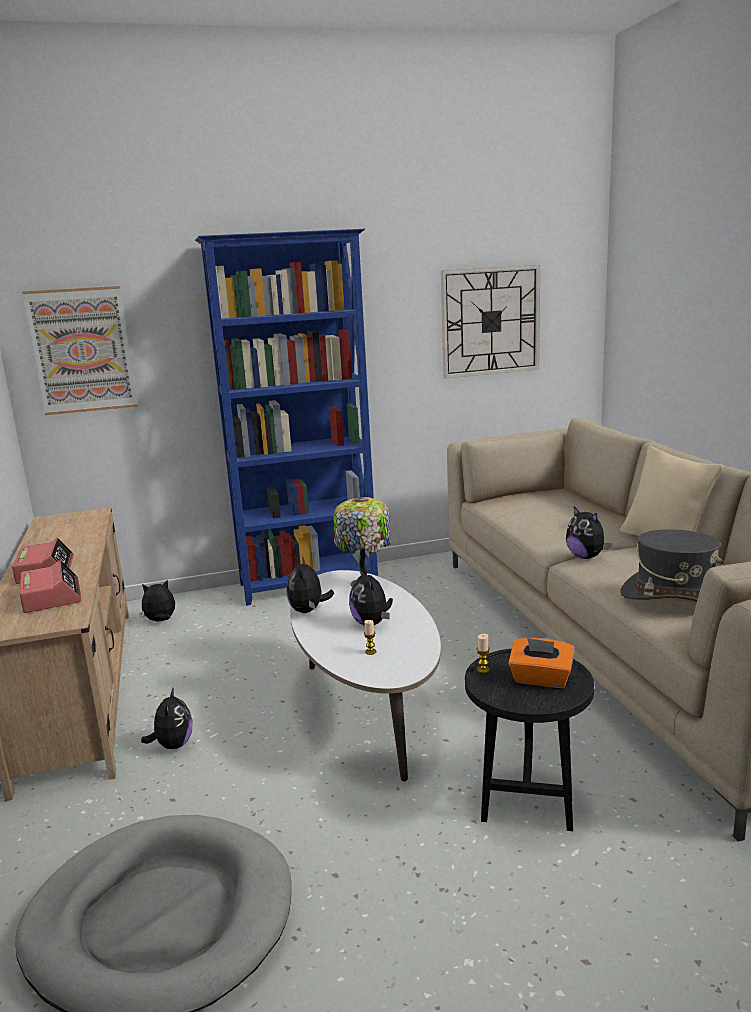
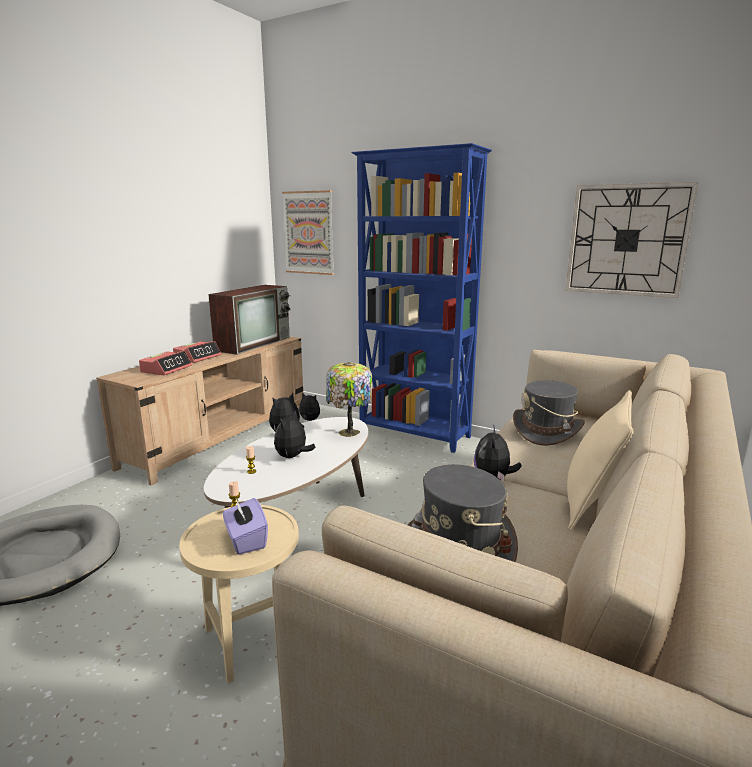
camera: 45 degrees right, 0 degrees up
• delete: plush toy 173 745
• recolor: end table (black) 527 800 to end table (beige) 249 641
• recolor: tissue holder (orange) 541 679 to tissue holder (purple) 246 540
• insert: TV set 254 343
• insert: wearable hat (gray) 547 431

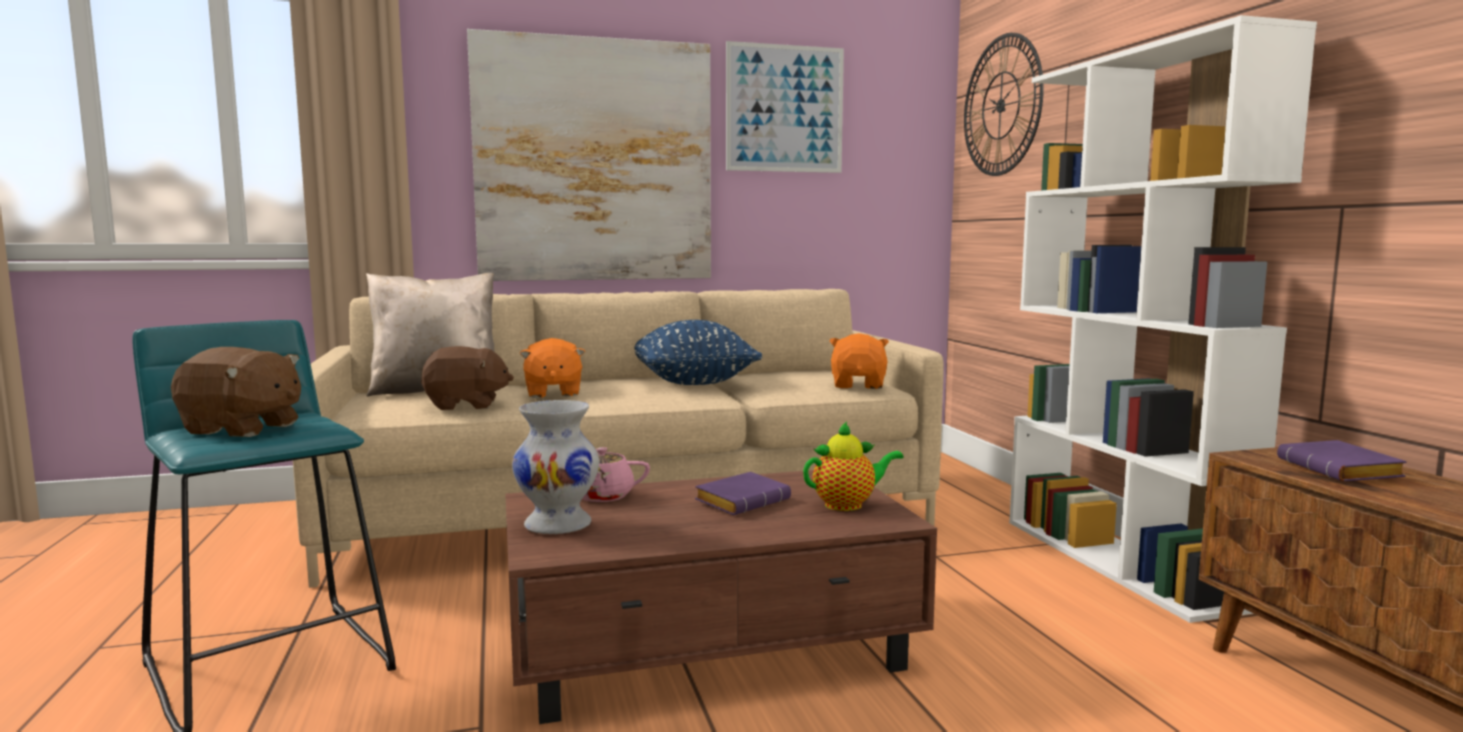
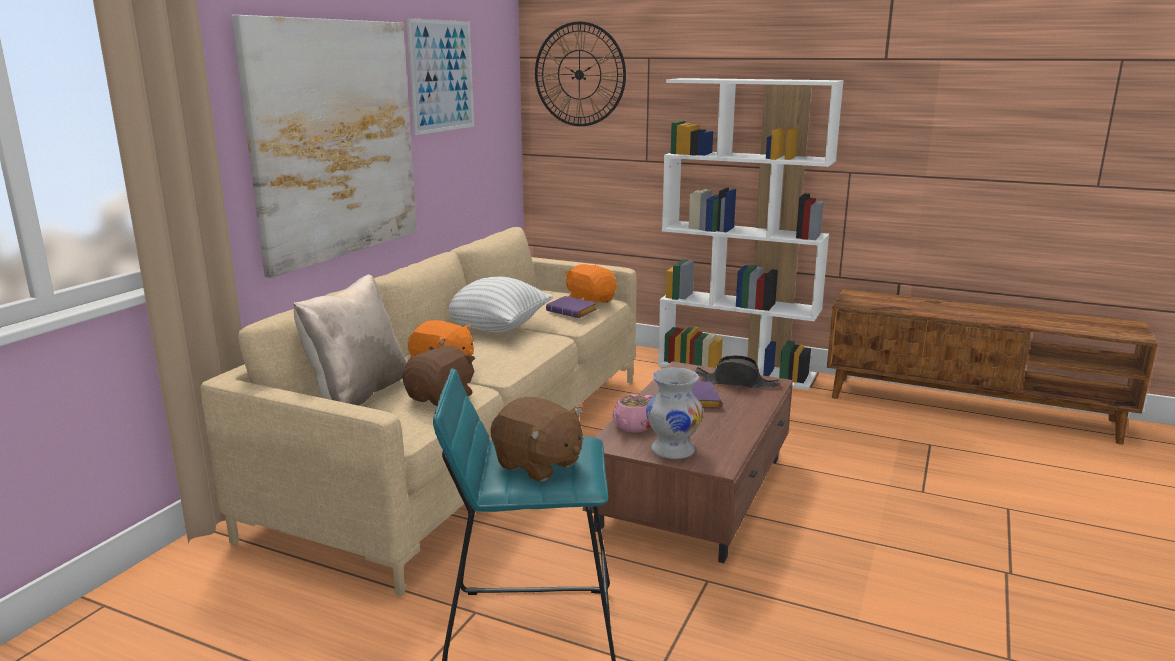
camera: 50 degrees left, 10 degrees up
• rotate: plush toy (brownish) 242 429 = 538 464 75 degrees clockwise
• recolor: throw pillow (blue-coloured) 692 382 to throw pillow (whitish) 495 327
• replace: tea pot 848 505 to wearable hat (black) 737 382
• move: volume (purple) 1342 471 to 573 311

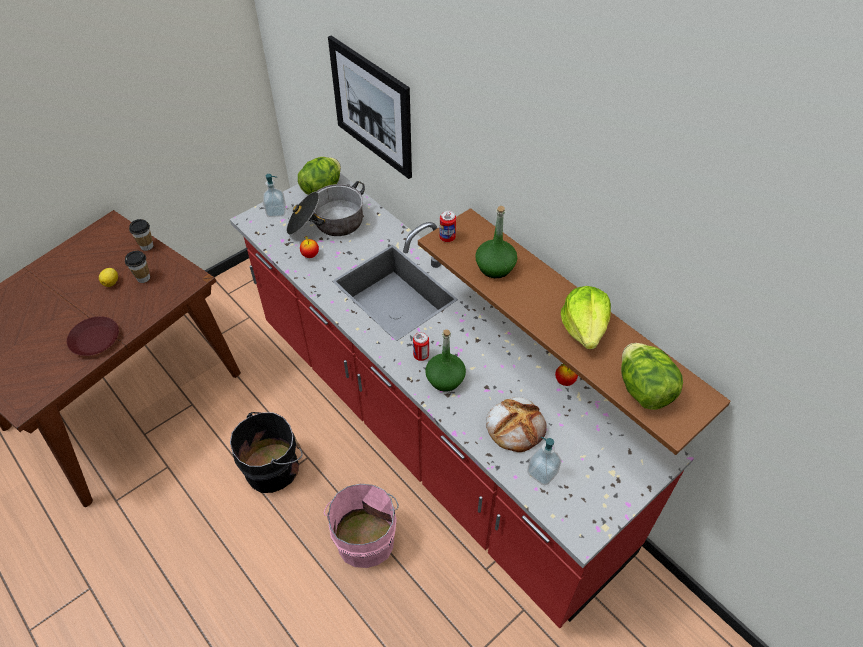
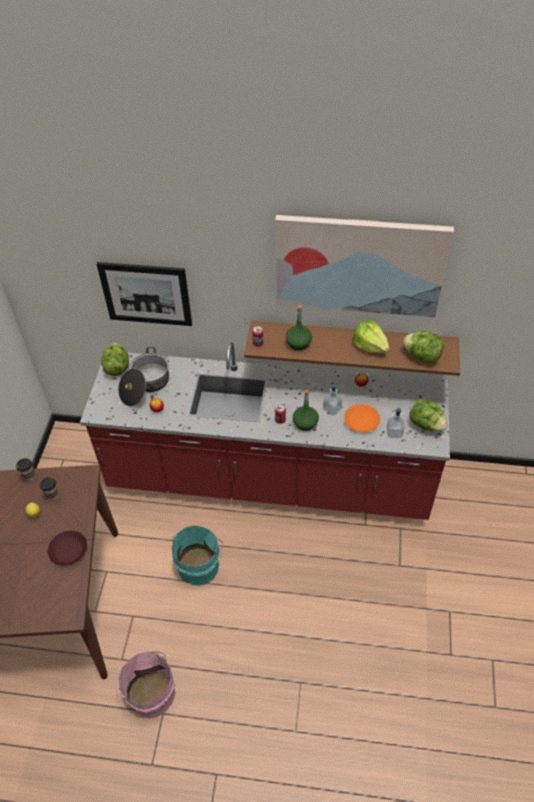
camera: 40 degrees left, 0 degrees up
• recolor: pail (black) 274 467 to pail (turquoise) 199 564
• move: soap dispenser 276 211 to 332 409
• move: pail (pinkish) 365 537 to 150 692
• replace: baked bread 515 426 to plate (orange) 361 421
• insert: picture 359 265
• insert: lettuce head 426 424

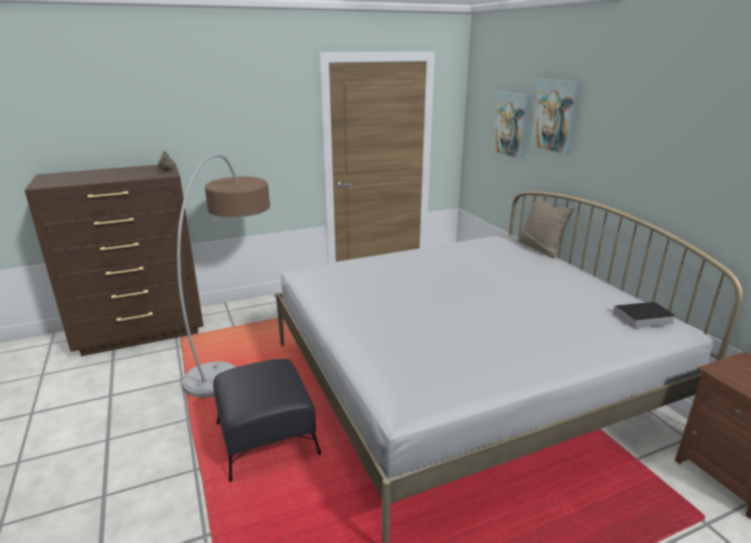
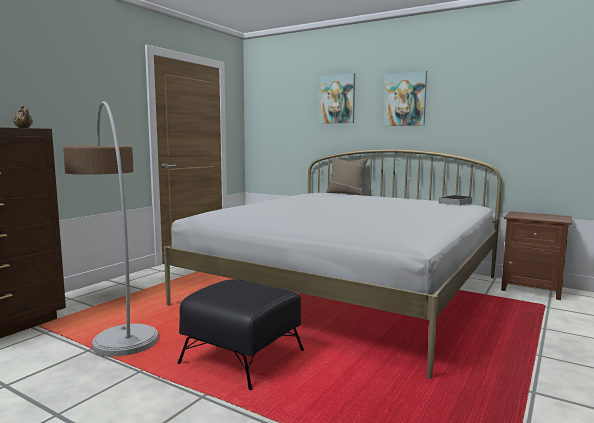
camera: 35 degrees left, 15 degrees down
• move: picture 511 124 to 405 99

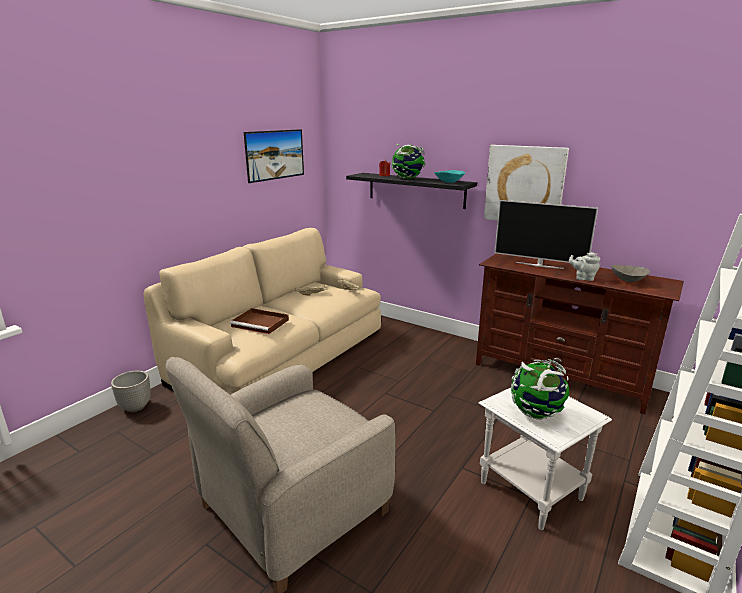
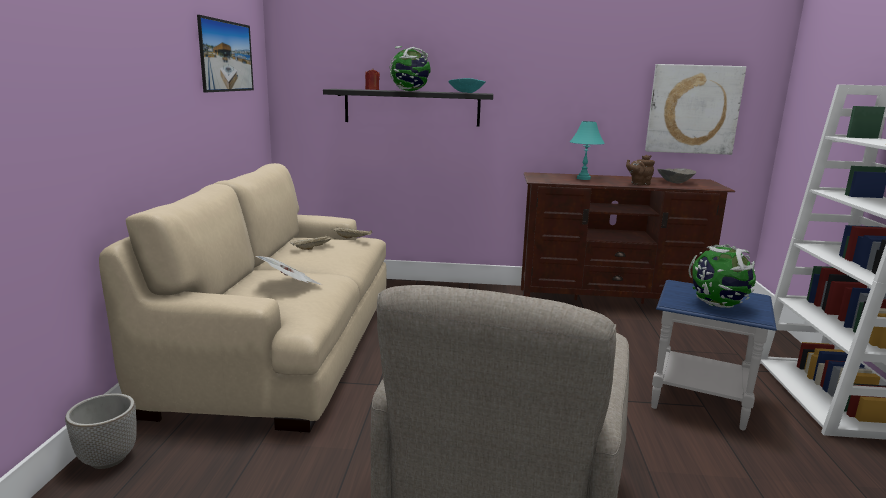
camera: 30 degrees left, 5 degrees down
• replace: tray (brownish) 261 323 to newspaper 290 286
• recolor: end table (whitish) 532 491 to end table (blue-coloured) 700 401
• move: picture 524 185 to 693 109
• replace: TV set 539 265 to lamp for a table (turquoise) 583 178
• recolor: tea pot (gray) 583 278 to tea pot (brownish) 639 184

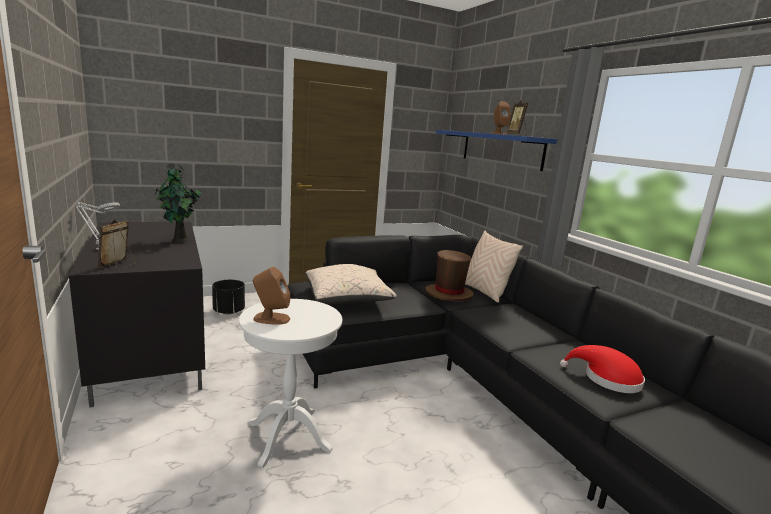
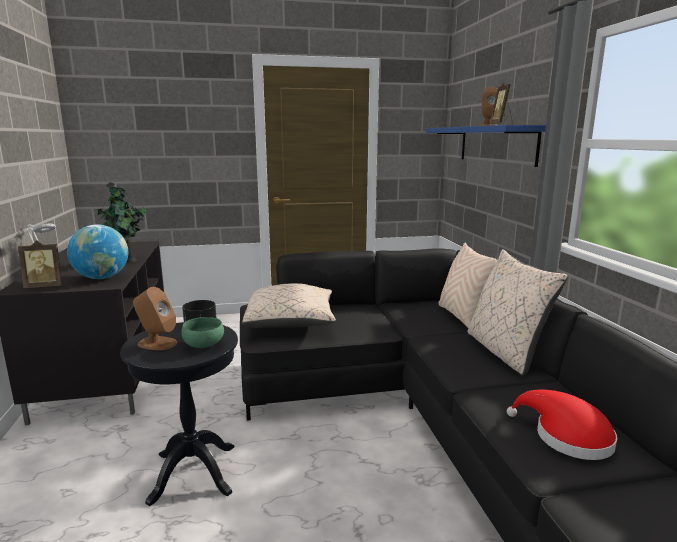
camera: 15 degrees right, 0 degrees up
• rotate: standing frame 119 266 = 45 286 135 degrees counterclockwise
• recolor: end table (whitish) 288 436 to end table (black) 193 473
• delete: wearable hat (brownish) 448 294
• insert: desk globe 102 278
• insert: deep dish (greenish) 205 345
• insert: throw pillow (beige) 505 352

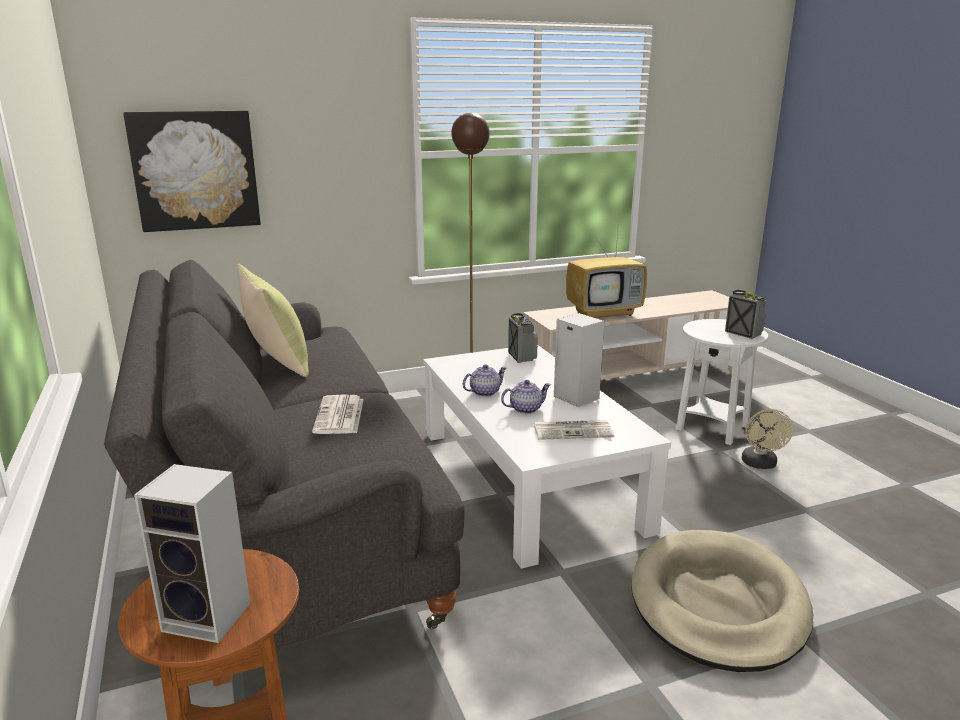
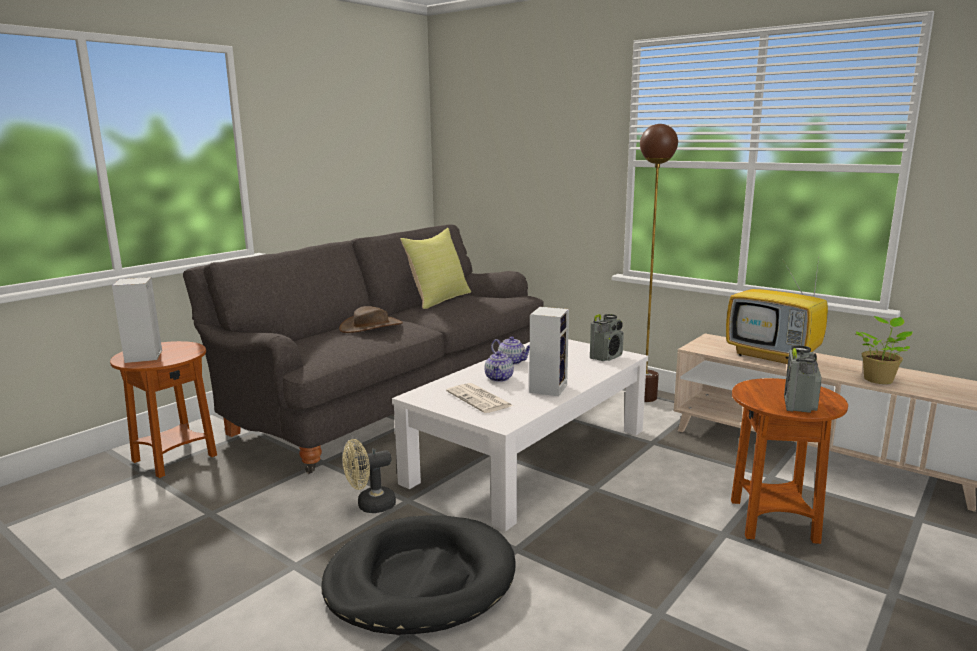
camera: 60 degrees right, 5 degrees down
• delete: picture 195 170
• replace: newspaper 339 416 to wearable hat (brownish) 371 326
• rotate: tea pot 526 409 = 499 378 60 degrees clockwise
• recolor: dog cushion (beige) 717 604 to dog cushion (black) 420 580
• recolor: end table (whitish) 712 428 to end table (brownish) 773 522
• move: electric fan (beige) 760 464 to 370 506
• insert: plant in a pot 879 379

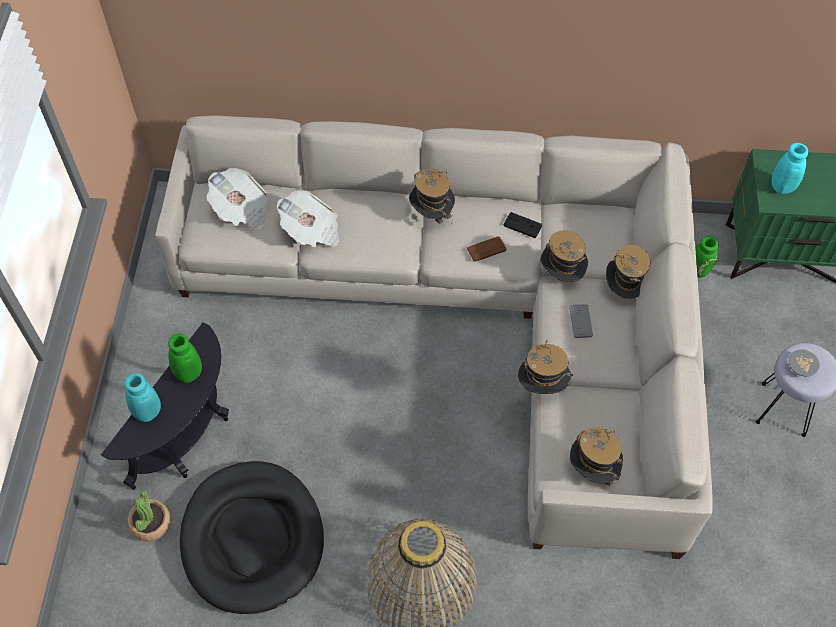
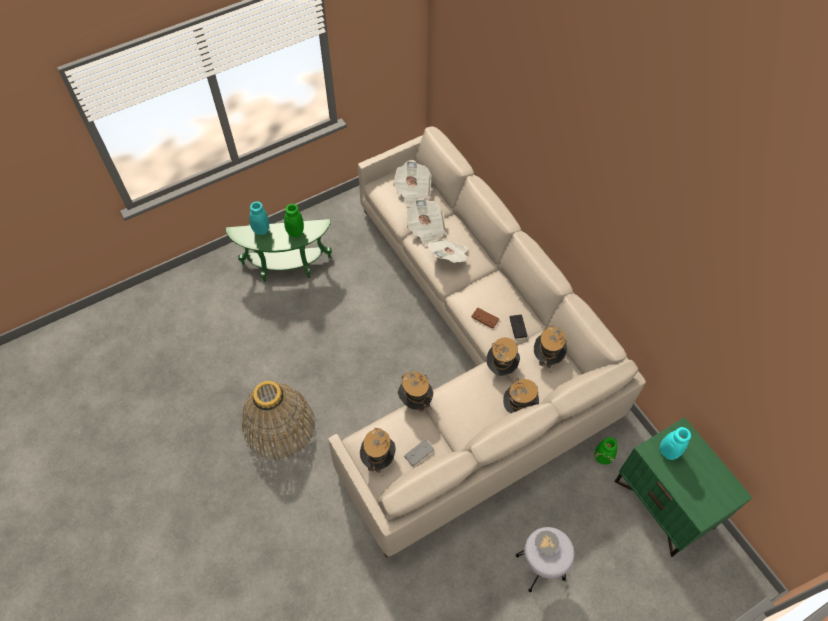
camera: 55 degrees right, 0 degrees up
• recolor: end table (black) 189 438 to end table (greenish) 286 268
• delete: plant in a pot 150 523
• delete: dog cushion (black) 252 539
• move: wearable hat 431 214 to 547 357
• move: joypad (gray) 580 321 to 419 453
• insert: newspaper 449 257

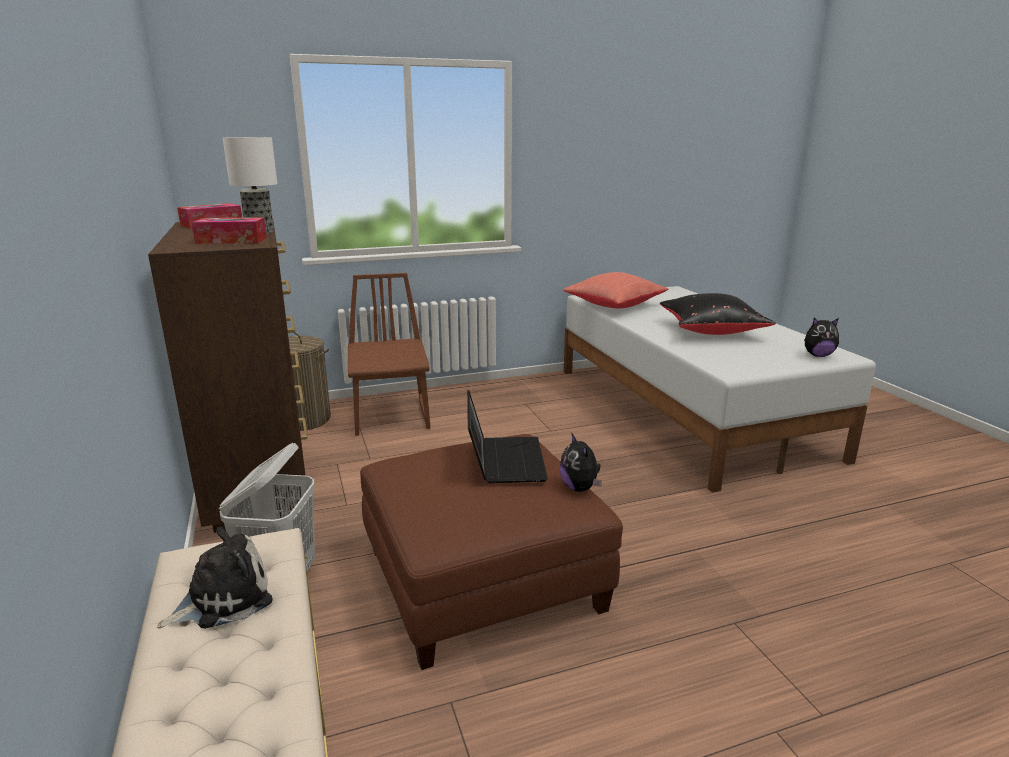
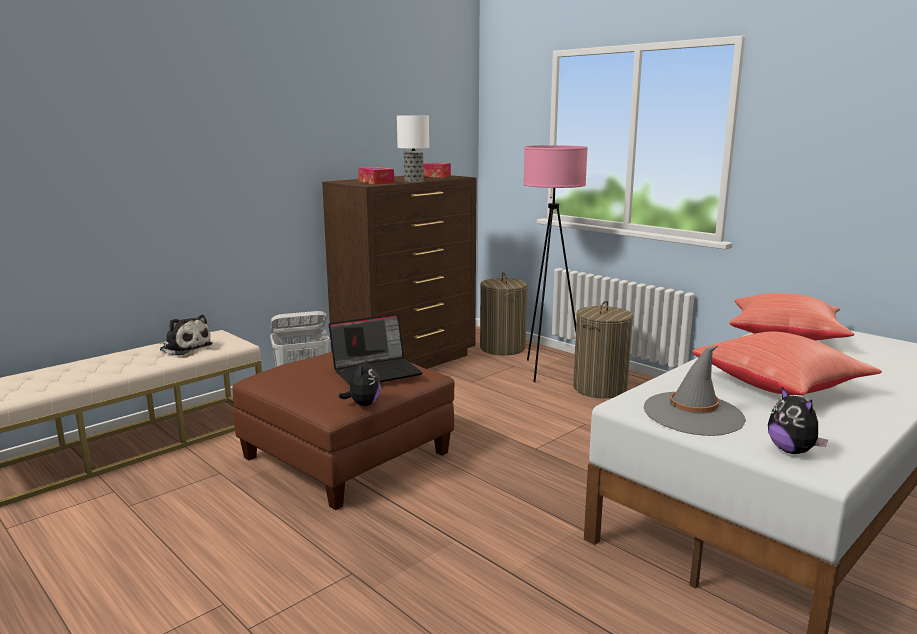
camera: 65 degrees right, 5 degrees down
• replace: upright chair (brownish) 392 416 to standing lamp (pinkish) 547 370
• rotate: plush toy 580 488 = 363 404 135 degrees clockwise
• recolor: throw pillow (black) 711 331 to throw pillow (red-coloured) 780 386
• insert: laundry basket 600 388
• insert: wearable hat (gray) 693 414

